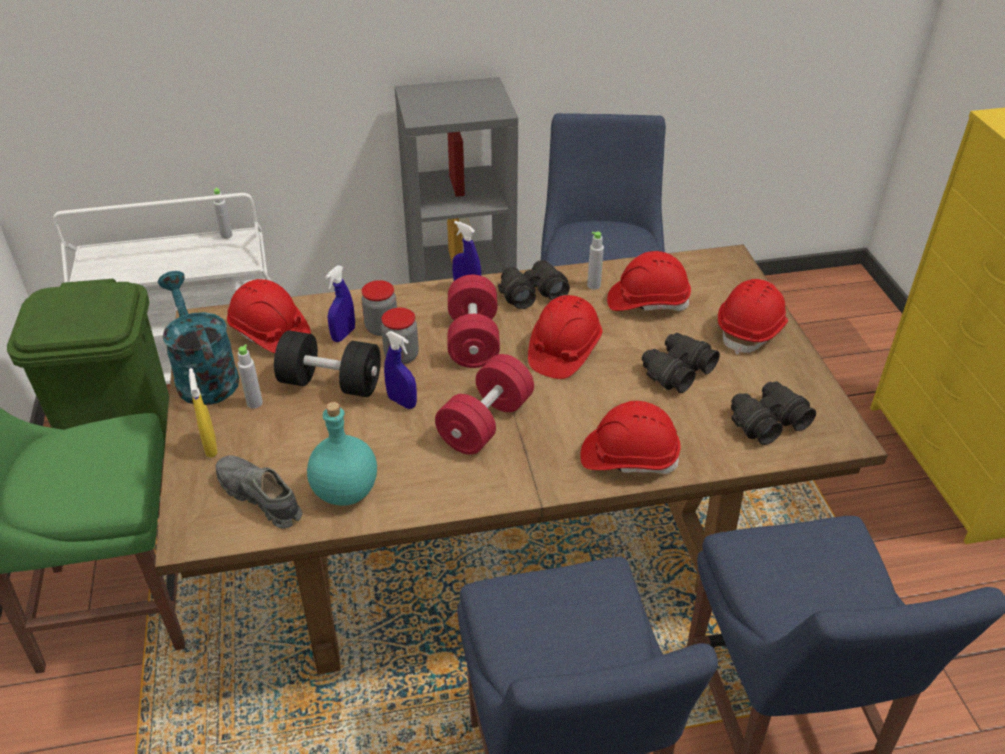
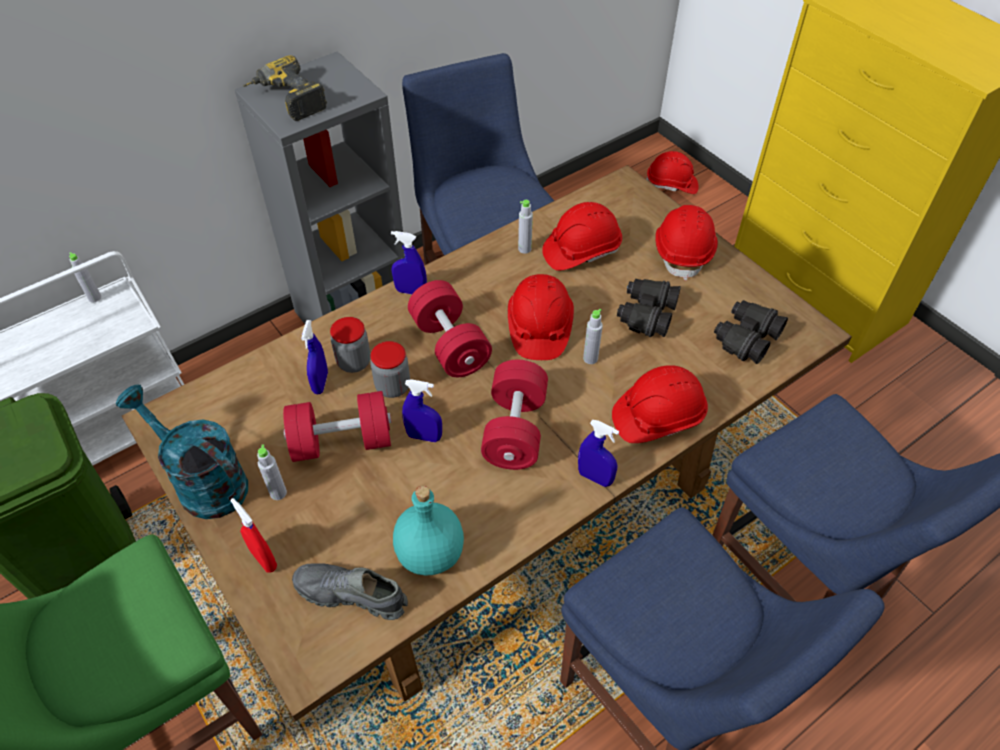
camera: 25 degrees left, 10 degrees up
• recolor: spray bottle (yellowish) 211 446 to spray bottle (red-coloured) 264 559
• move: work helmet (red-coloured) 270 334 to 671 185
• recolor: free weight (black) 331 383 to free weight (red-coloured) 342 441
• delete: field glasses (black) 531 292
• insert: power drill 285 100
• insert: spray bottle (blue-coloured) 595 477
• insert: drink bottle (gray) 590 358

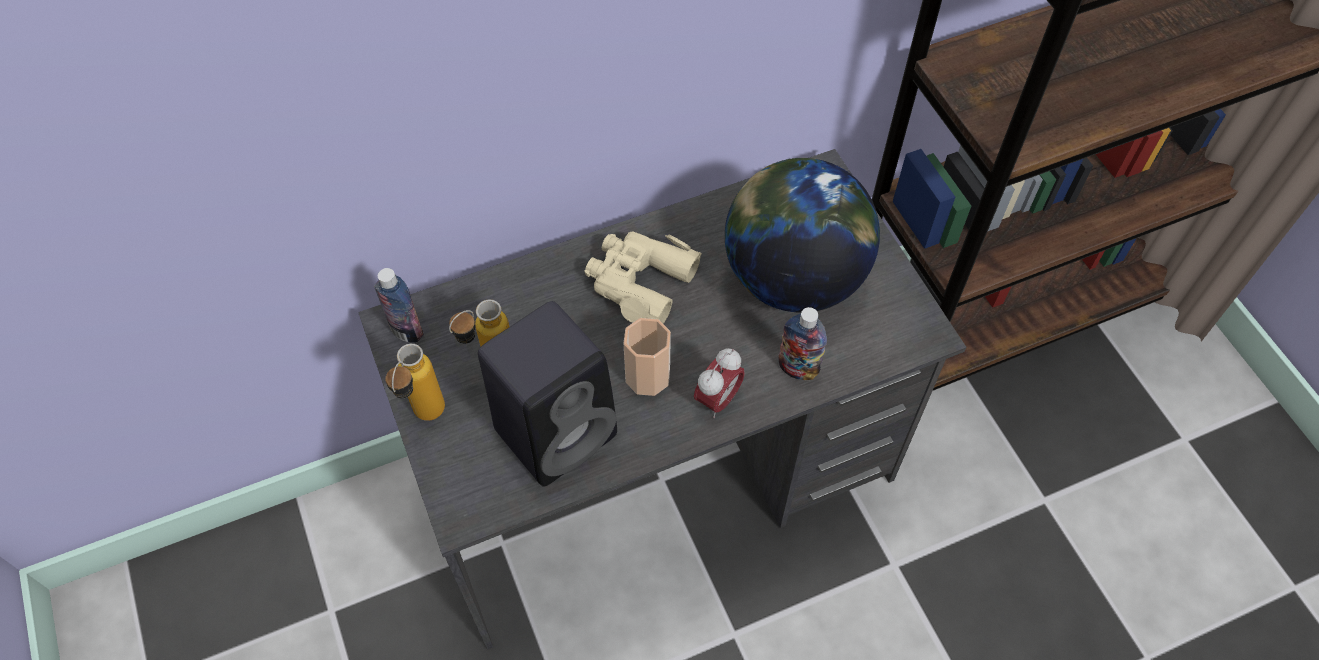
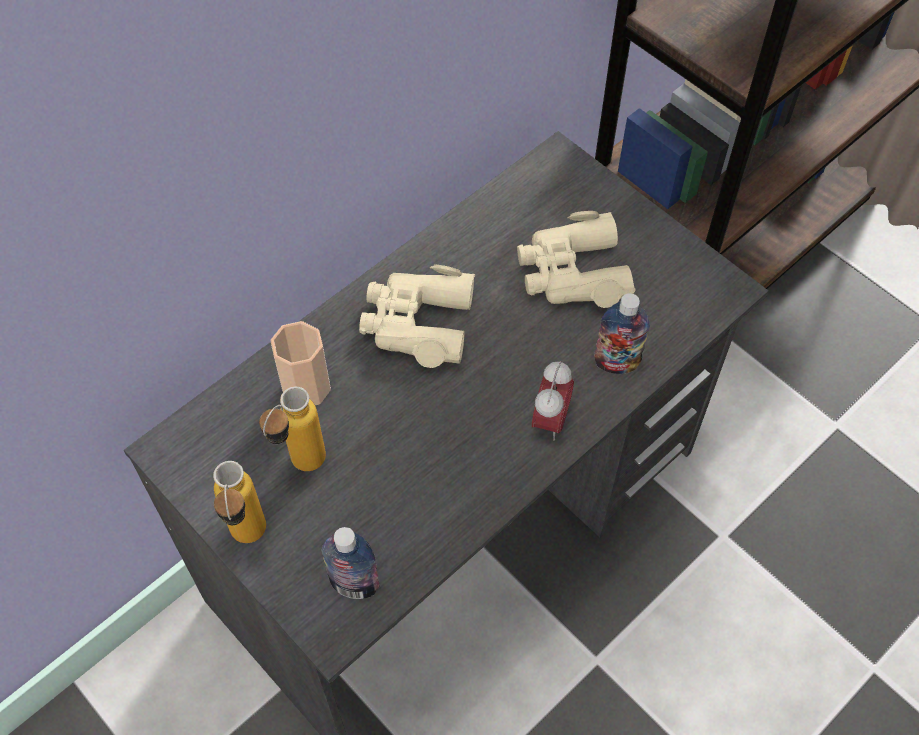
camera: 20 degrees left, 0 degrees up
• move: drink bottle 406 330 to 354 585
• delete: speaker (black) 558 429
• move: small cup 647 376 to 306 387
• replace: desk globe 793 277 to field glasses (beige) 572 272

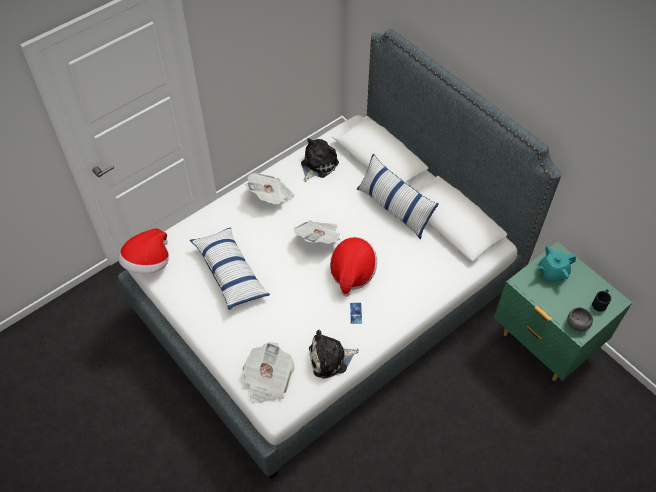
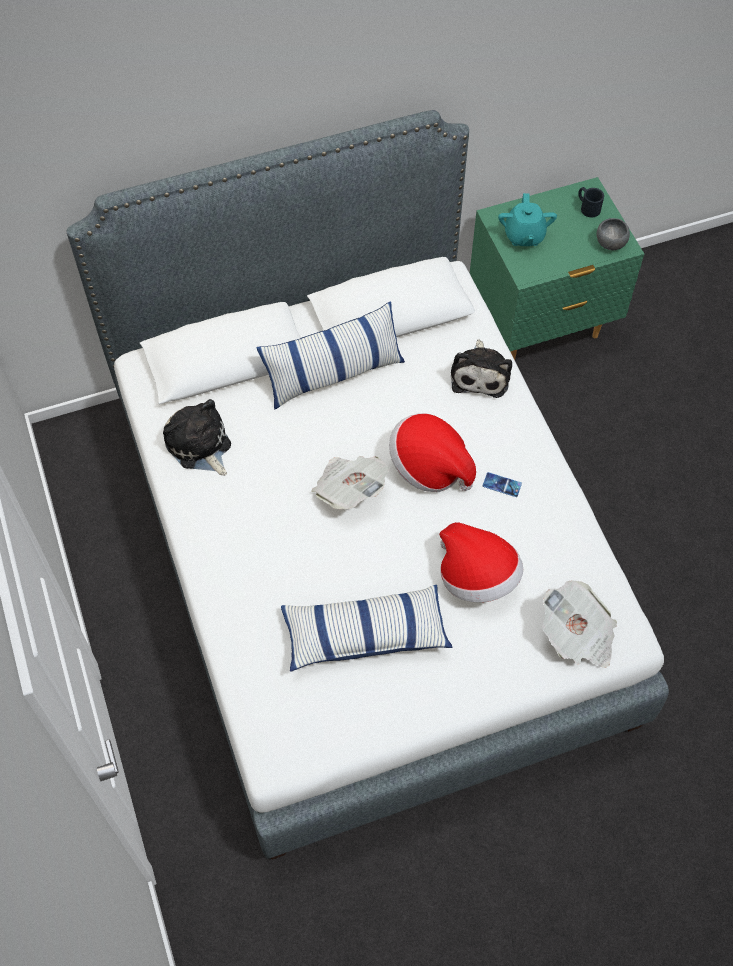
camera: 70 degrees left, 5 degrees up
• move: wearable hat 148 263 to 477 576
• delete: newspaper 271 196
• move: plush toy 330 359 to 480 374

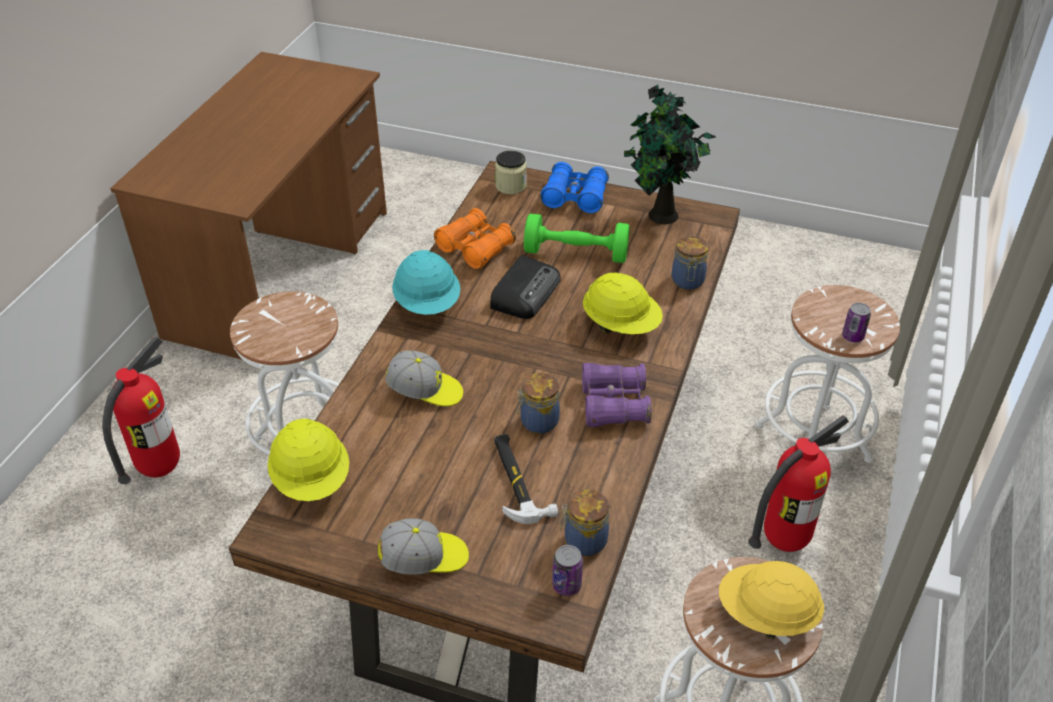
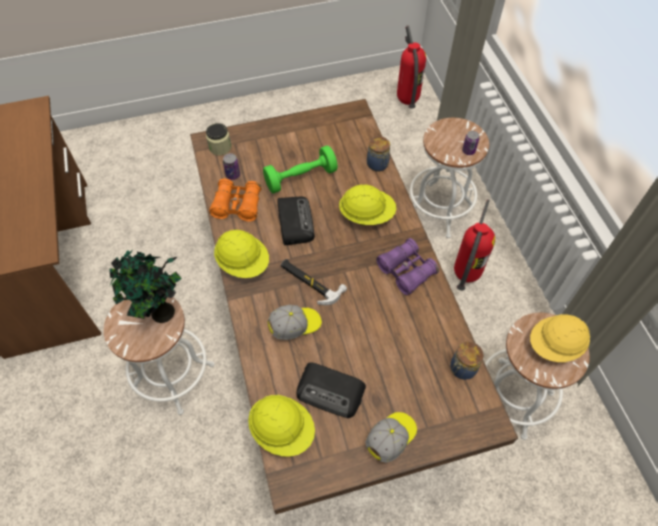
camera: 35 degrees left, 15 degrees up
• move: extinguisher 160 468 to 406 101
• recolor: work helmet (turquoise) 428 304 to work helmet (yellowish) 243 263
• move: tool hammer 517 481 to 310 281
• delete: storage jar 537 422
• delete: field glasses (blue-coloured) 575 197
• move: sealed can 566 585 to 233 175
• move: plant in a pot 660 216 to 161 314
• insert: radio 331 392

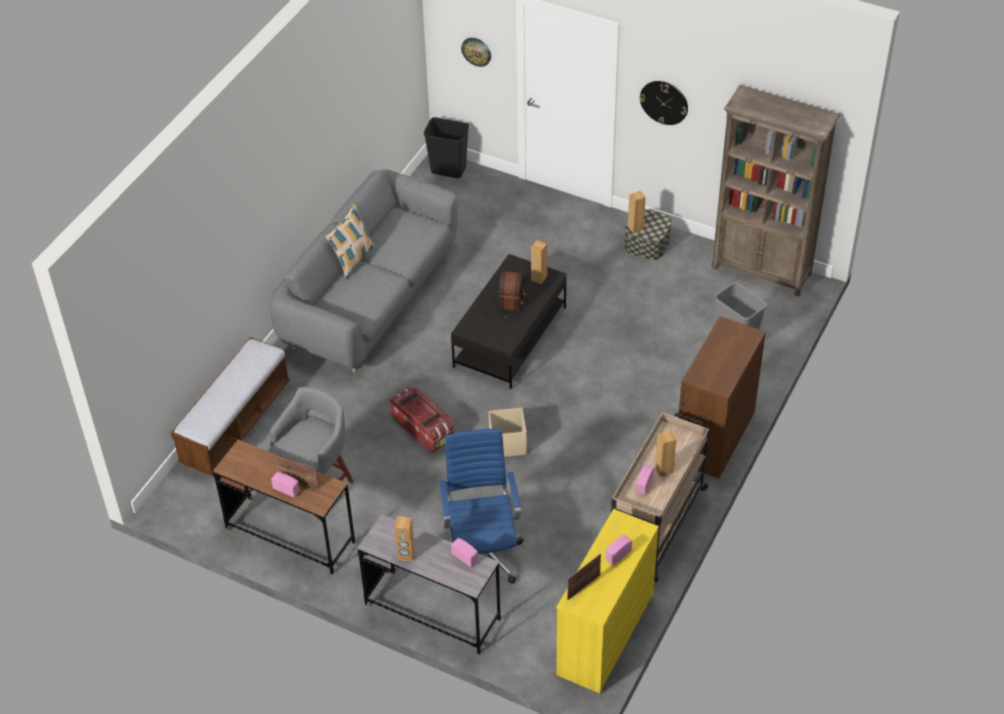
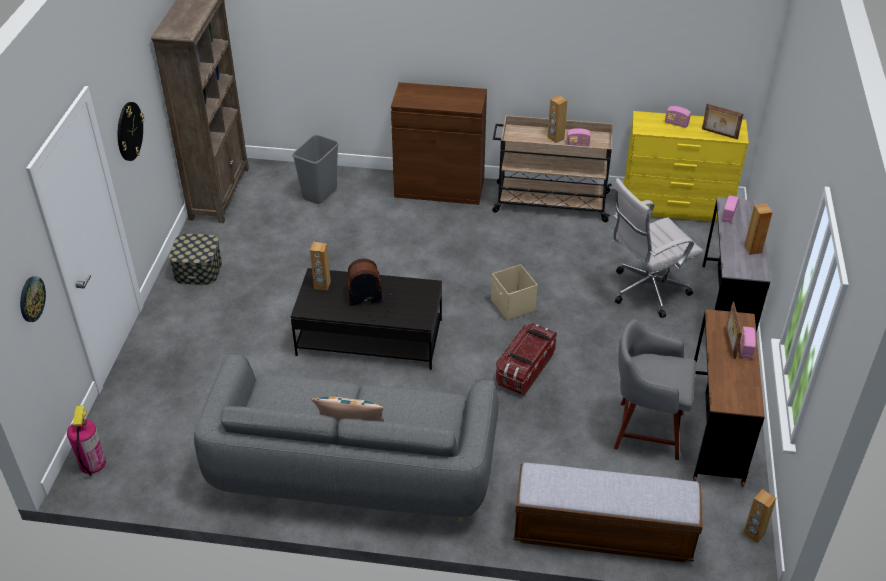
camera: 110 degrees left, 5 degrees down
• replace: trash can (black) 449 170 to extinguisher 92 463
• recolor: office chair (blue-coloured) 482 554 to office chair (whitish) 645 292
• move: speaker (brownish) 635 227 to 753 534

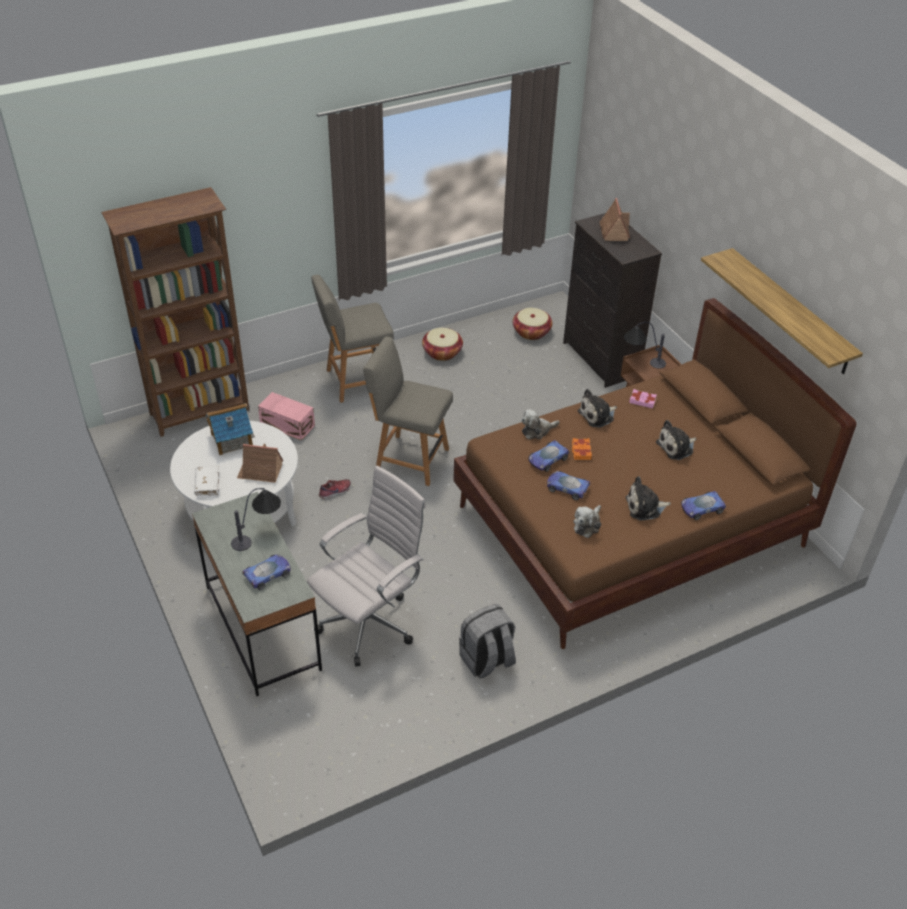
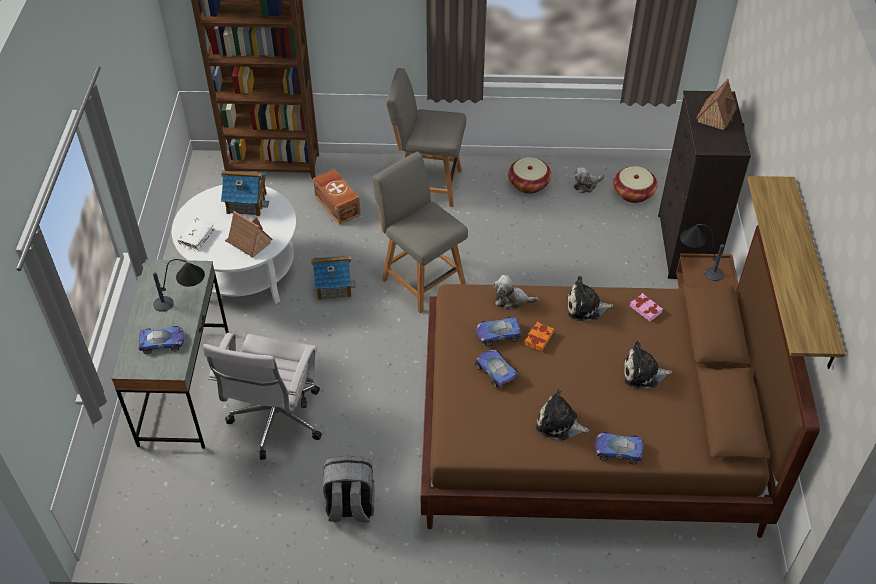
camera: 30 degrees right, 5 degrees up
• recolor: storage container (pinkish) 287 424 to storage container (brownish) 337 204
• rotate: office chair (whitish) 370 622 = 276 422 120 degrees clockwise
• replace: shoe 335 492 to model house 333 285
• move: plush toy 587 525 to 586 185

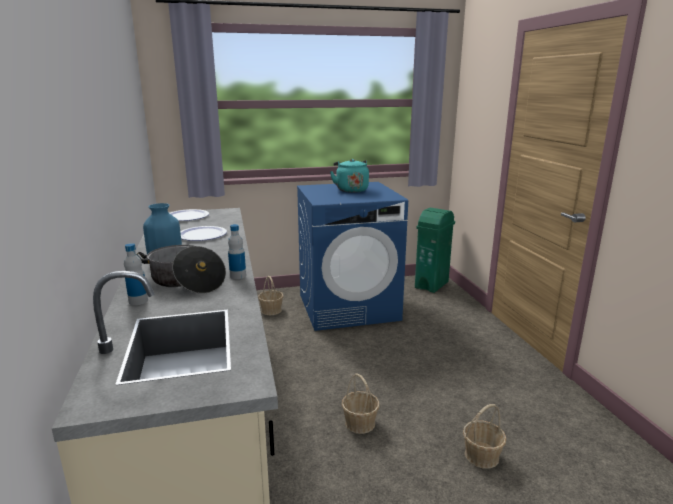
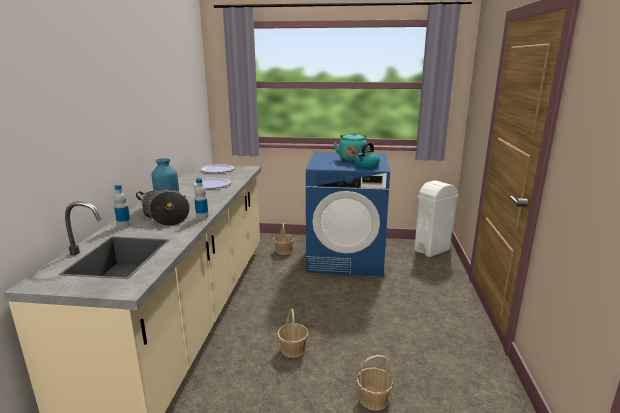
camera: 20 degrees right, 0 degrees up
• recolor: trash can (greenish) 432 285 to trash can (whitish) 432 250
• insert: water kettle 366 166

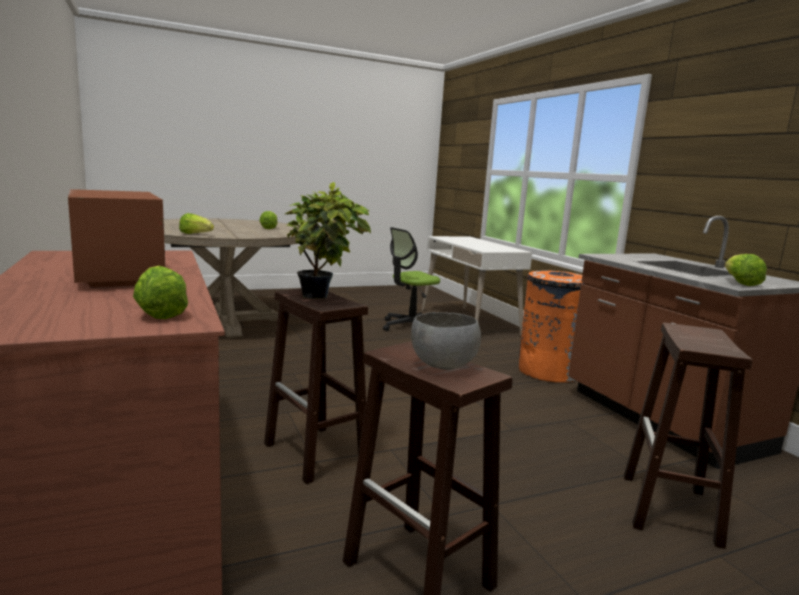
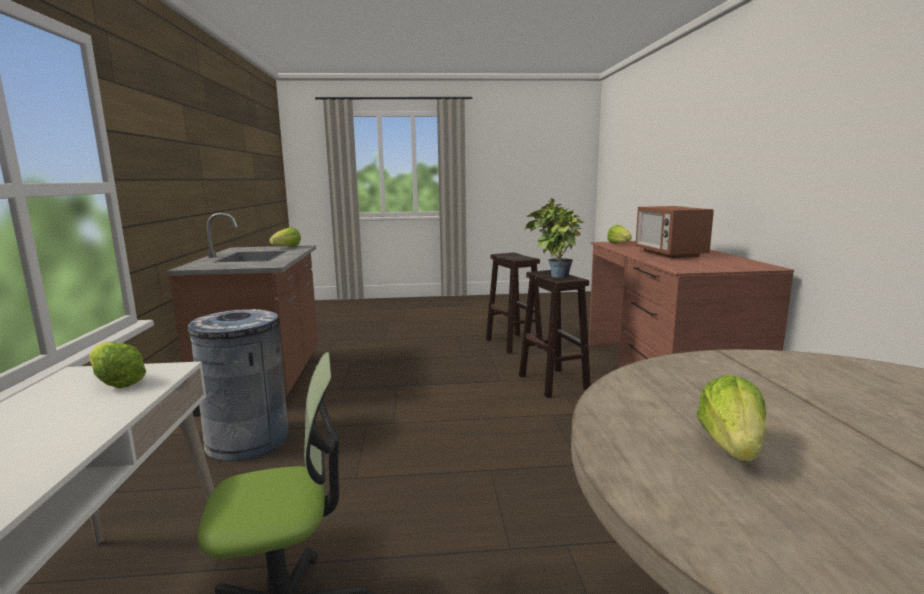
camera: 160 degrees left, 0 degrees up
• move: lettuce head 195 234 to 116 382
• delete: deep dish (gray) 442 366
• recolor: trash can (orange) 548 371 to trash can (gray) 248 441
• delete: stool seat (brownish) 670 510

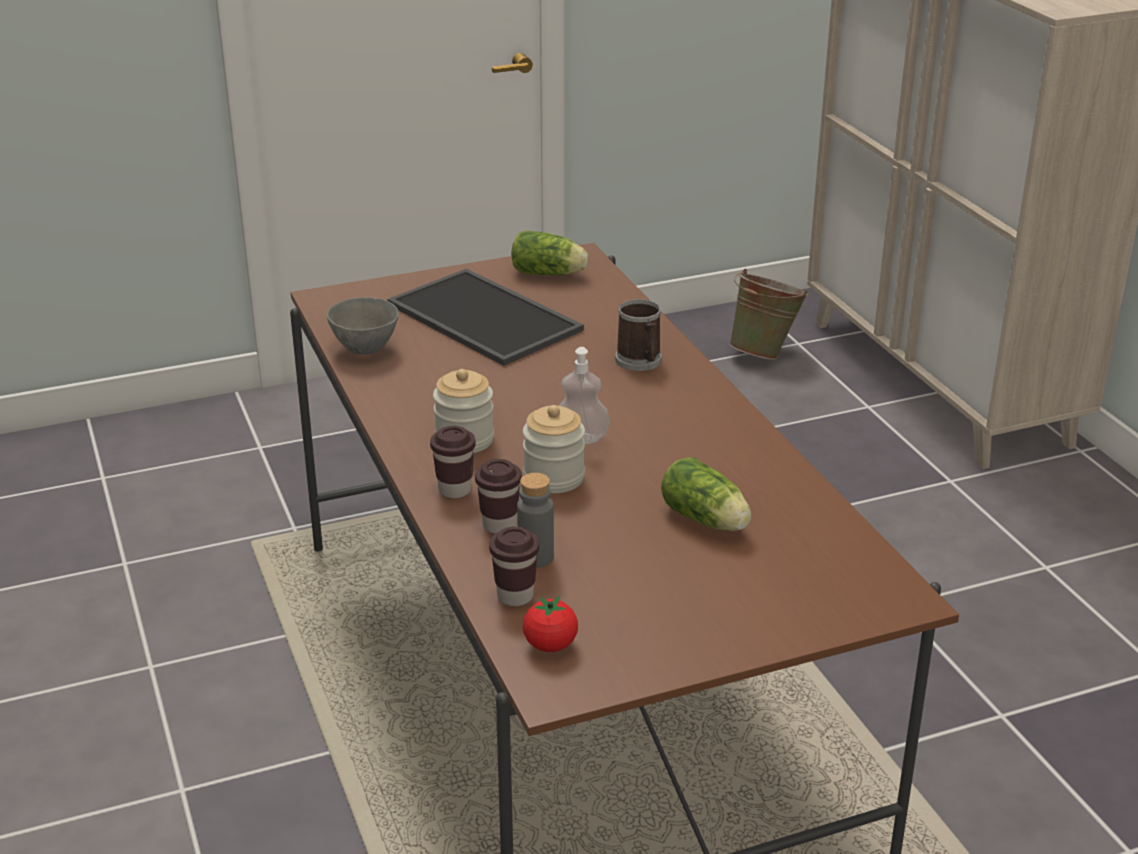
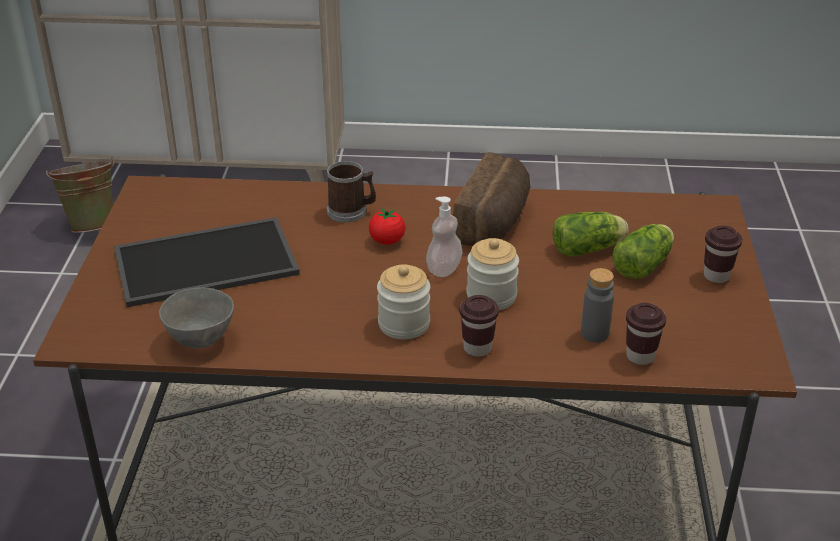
camera: 65 degrees left, 5 degrees up
• move: small cup (brownish) 499 525 to 716 276
• move: lettuce head 550 274 to 644 264
• move: tomato 550 645 to 387 241
• insert: baked bread 495 223

